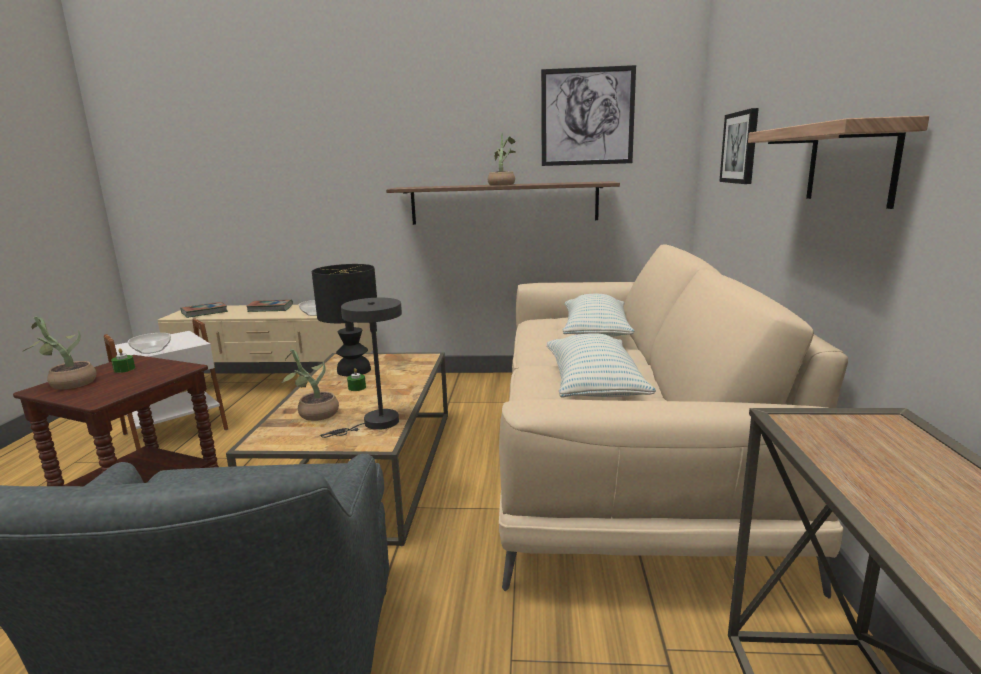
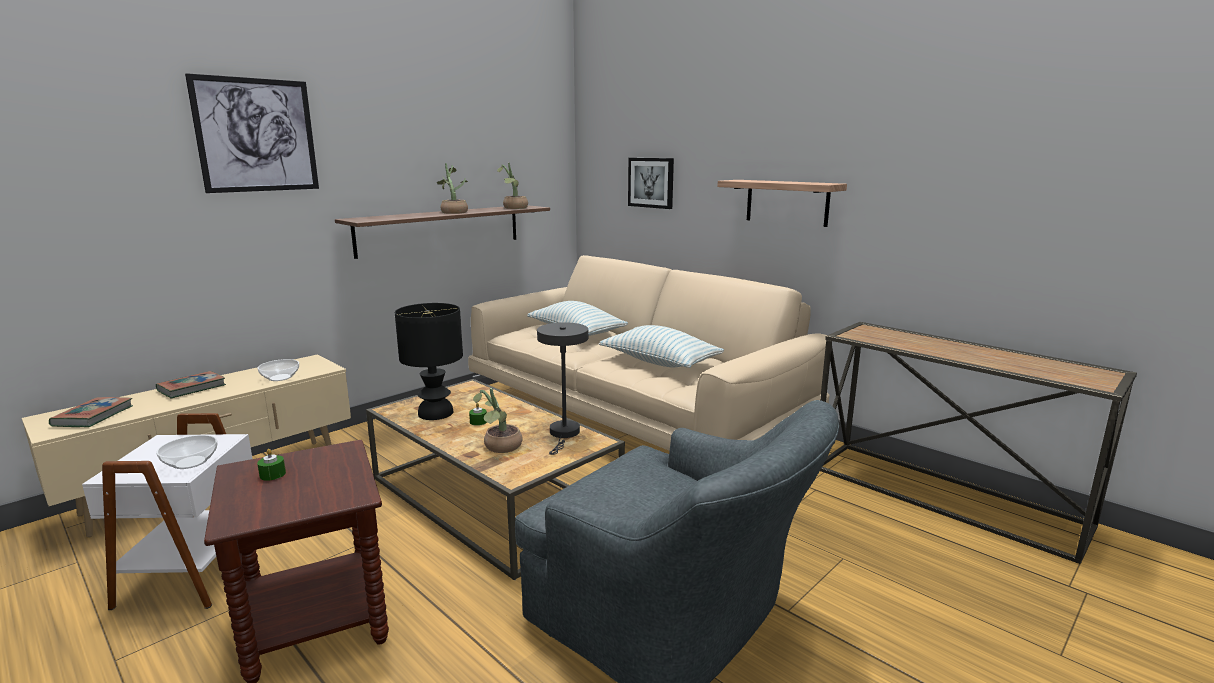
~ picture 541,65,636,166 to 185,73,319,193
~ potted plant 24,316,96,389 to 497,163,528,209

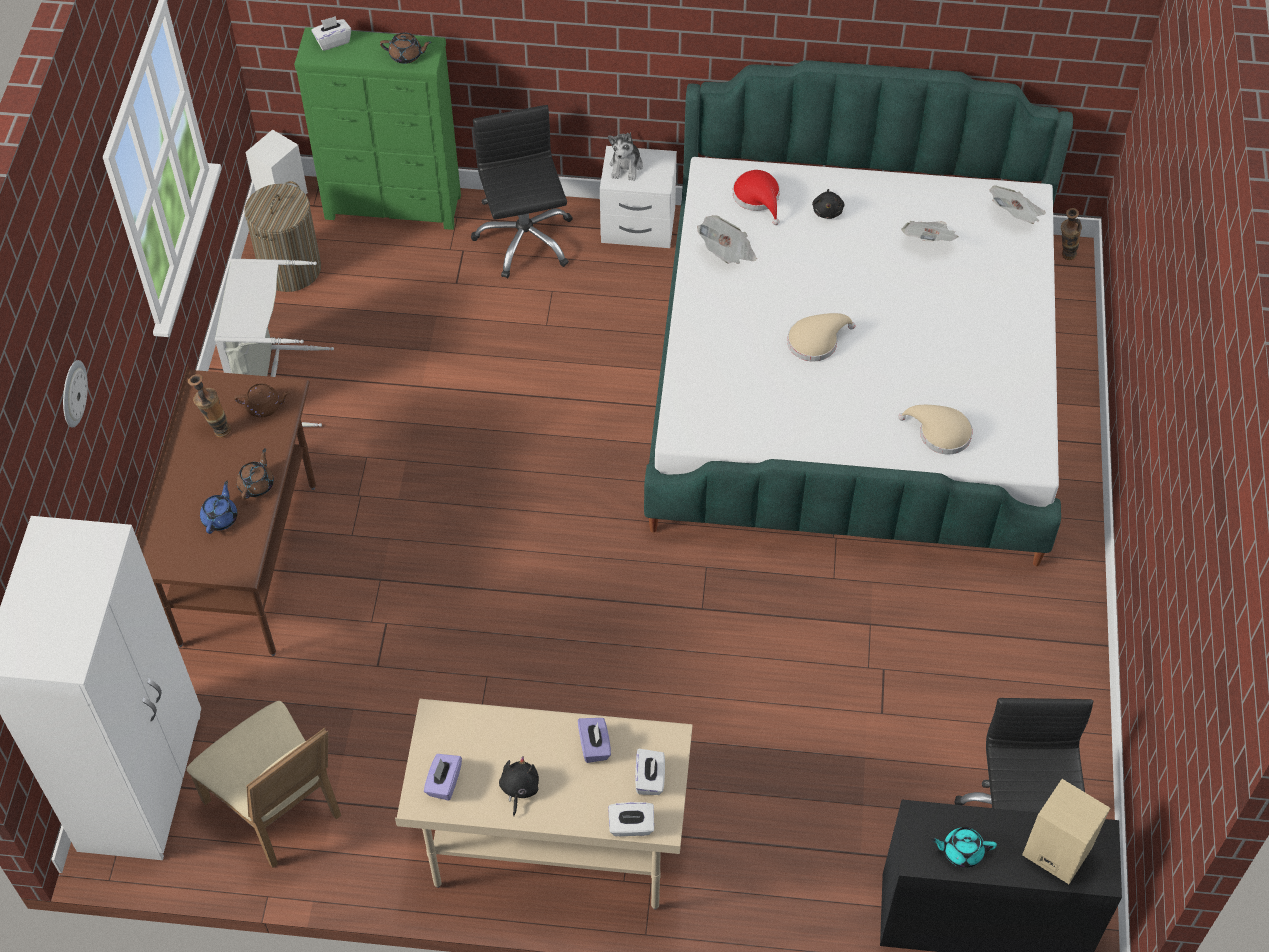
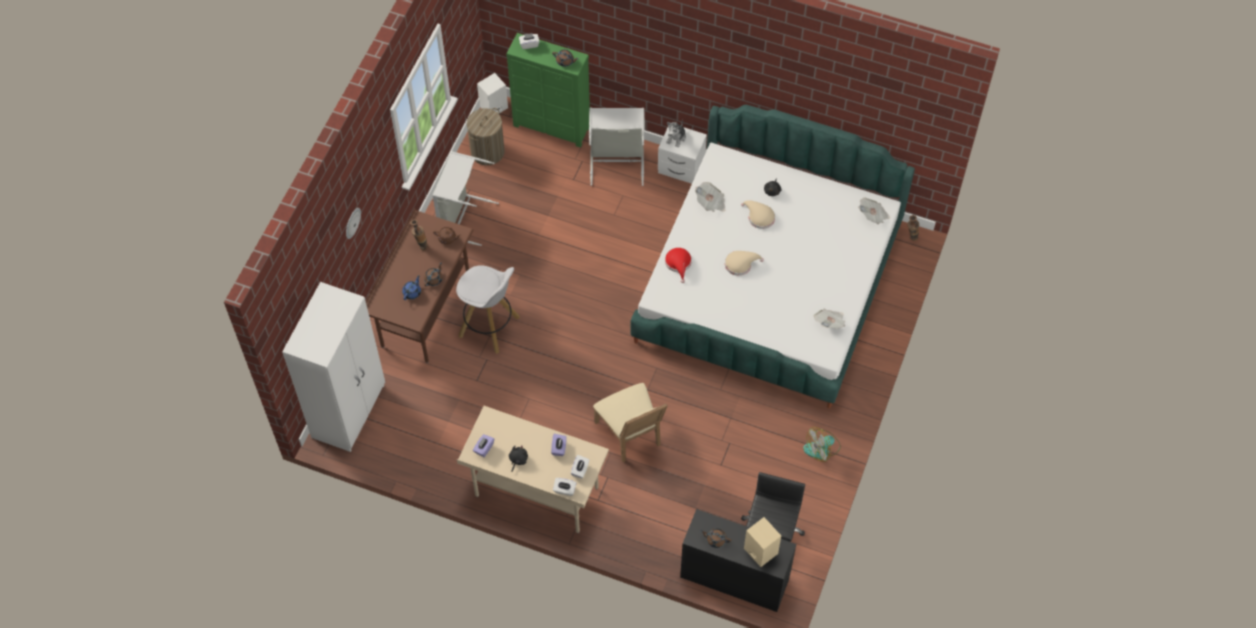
+ stool (white) 456,265,520,354
~ office chair (black) 471,105,573,279 to laundry basket (grey) 589,108,645,186
~ chair (beige) 187,701,341,868 to 593,383,668,462
~ hat (red) 733,170,780,225 to 665,247,692,283
~ teapot (turquoise) 931,827,997,868 to teapot (brown) 701,528,731,548
~ hat (beige) 898,405,973,454 to 741,200,775,229
+ fan 803,427,841,462
~ newspaper 901,221,959,241 to 814,309,845,329

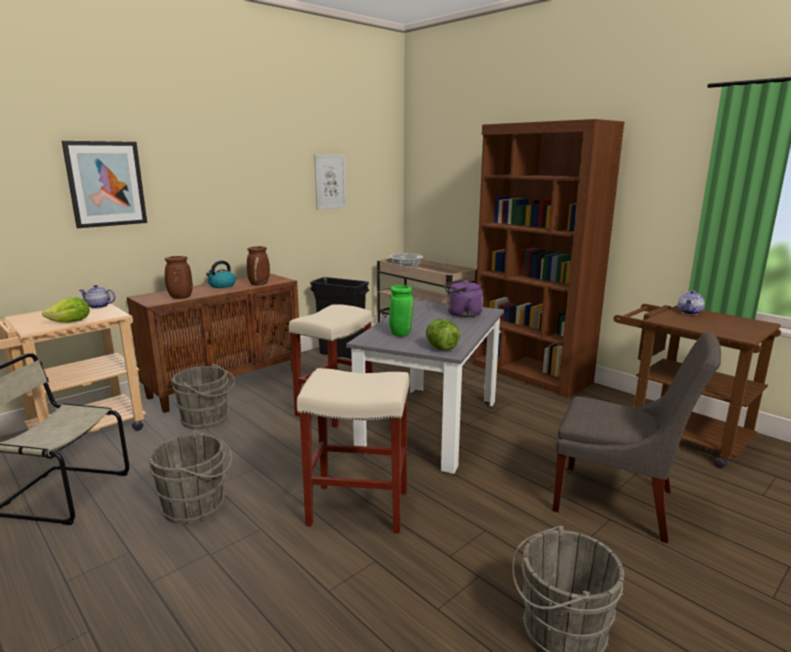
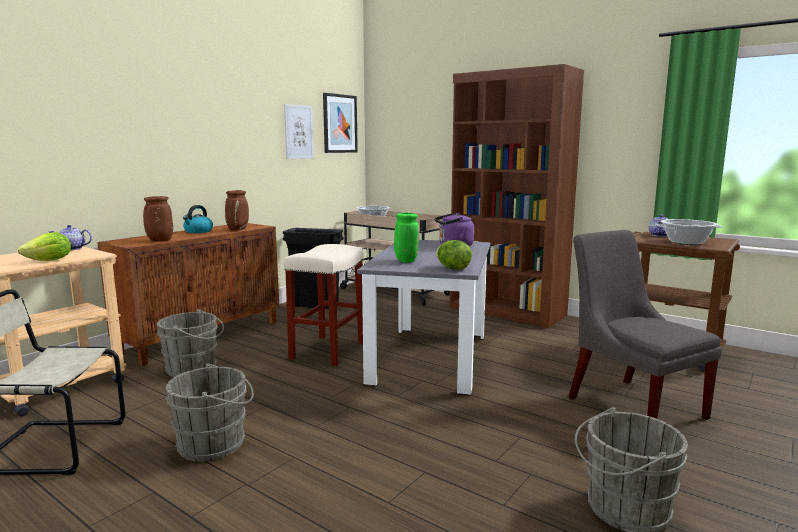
~ picture 62,141,147,228 to 323,93,358,153
~ chair (grey) 552,332,721,543 = 568,230,722,420 135 degrees counterclockwise
+ cooking pot 656,219,722,245
- stool (beige) 297,368,409,533

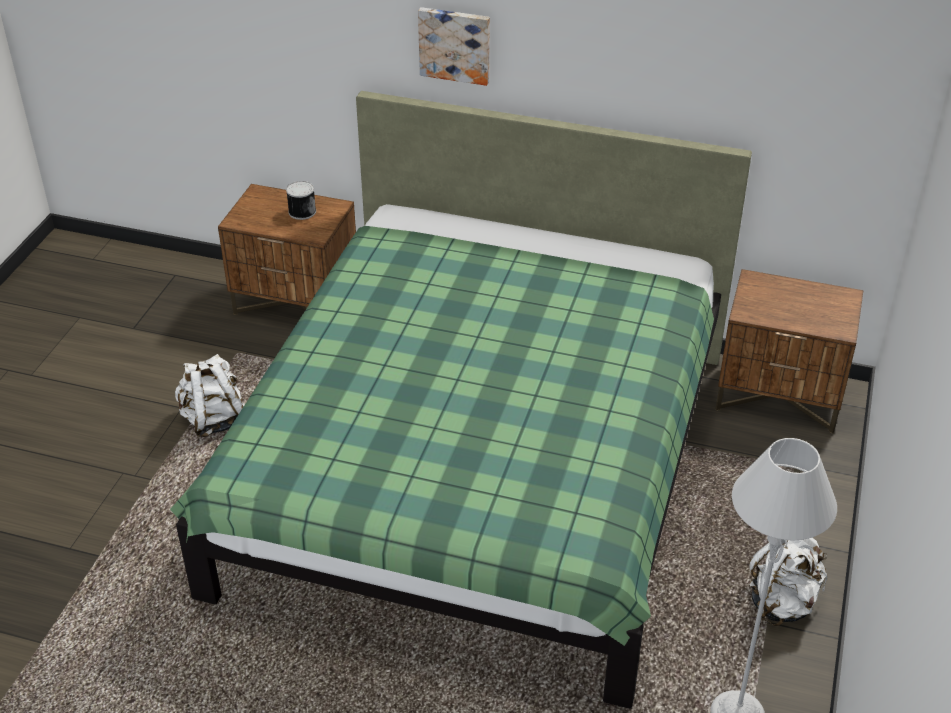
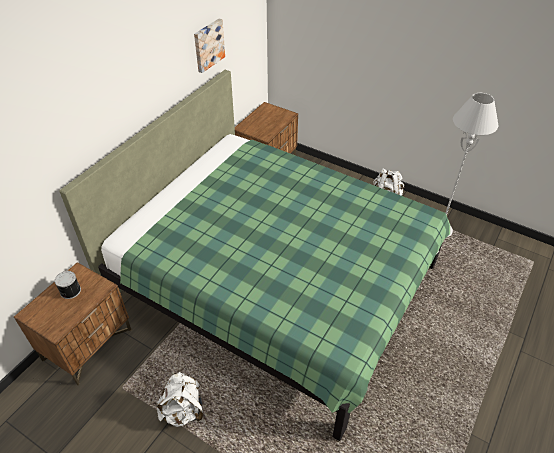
~ picture 418,7,490,86 to 194,18,225,73

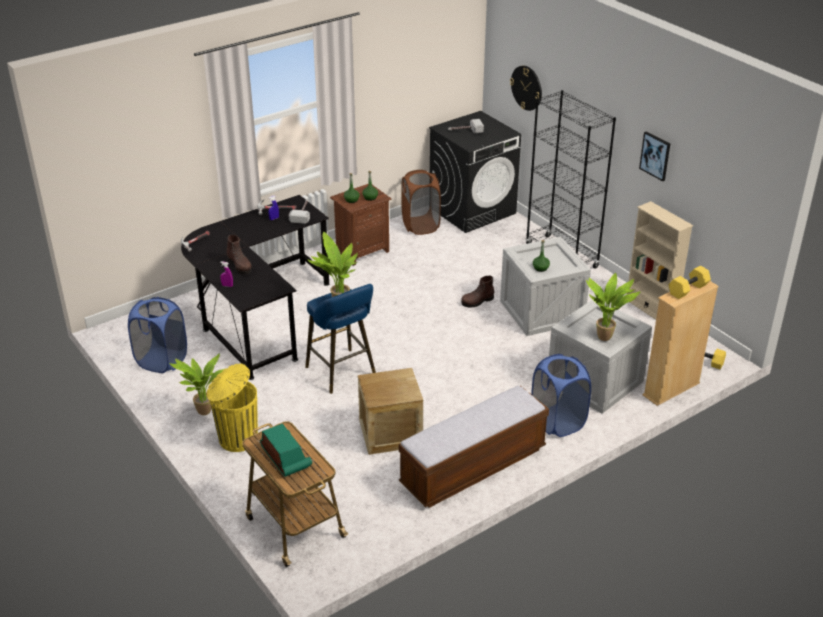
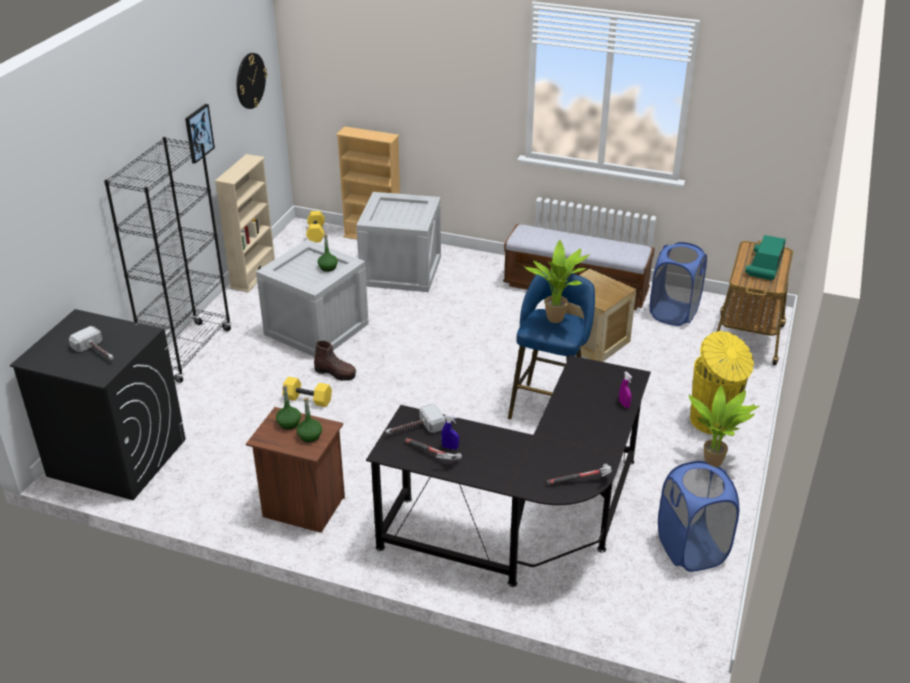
~ wall clock 510,66,542,111 to 237,53,267,109
~ dumbbell (yellow) 669,266,711,299 to 282,376,332,407
~ laundry basket (blue) 531,354,591,437 to 650,242,707,326
- boot (brown) 226,235,252,274
- laundry basket (brown) 401,170,441,235
- potted plant 586,273,641,341

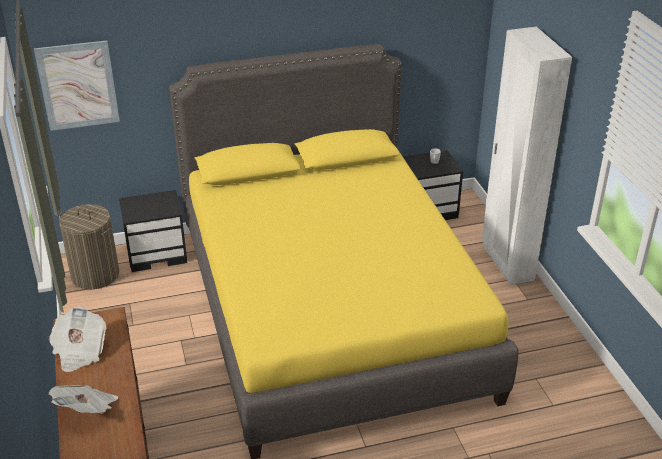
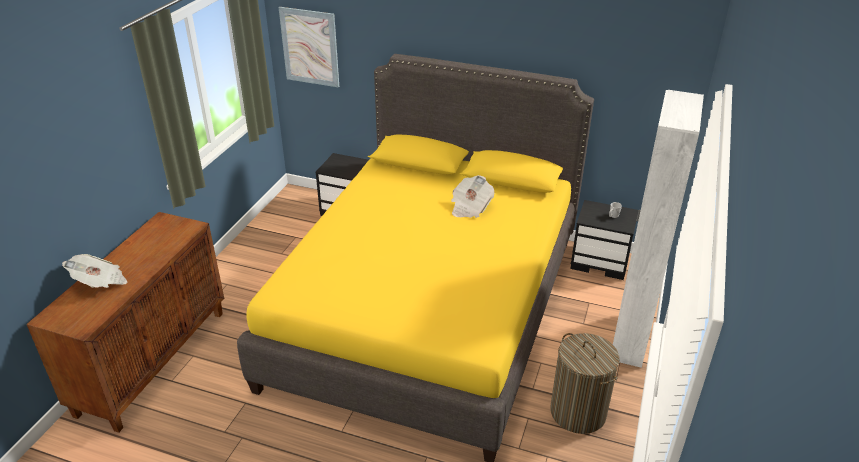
~ newspaper 49,306,107,372 to 451,175,495,218
~ laundry basket 59,204,119,289 to 550,333,620,434

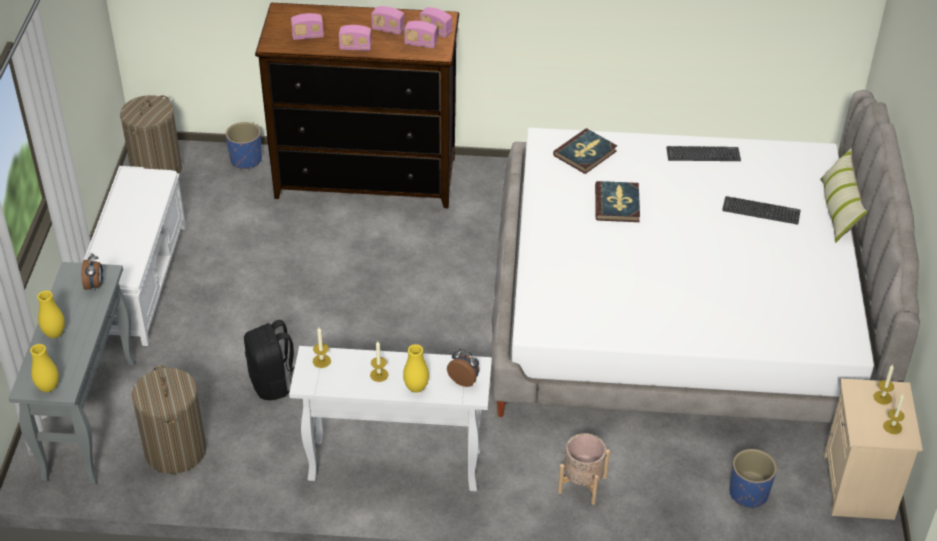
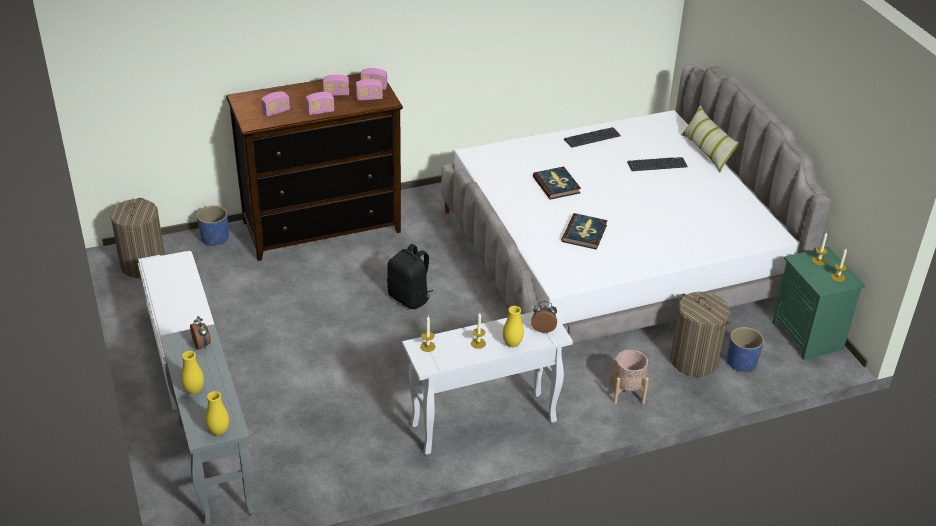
~ backpack (black) 244,320,295,400 to 387,244,433,309
~ book 553,128,617,174 to 561,213,608,250
~ laundry basket 132,365,206,474 to 670,292,731,377
~ nightstand (beige) 824,378,923,520 to nightstand (green) 772,247,866,360

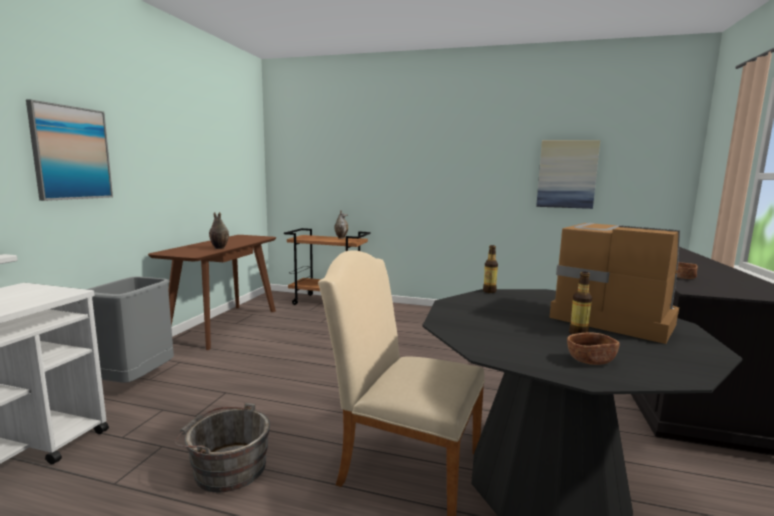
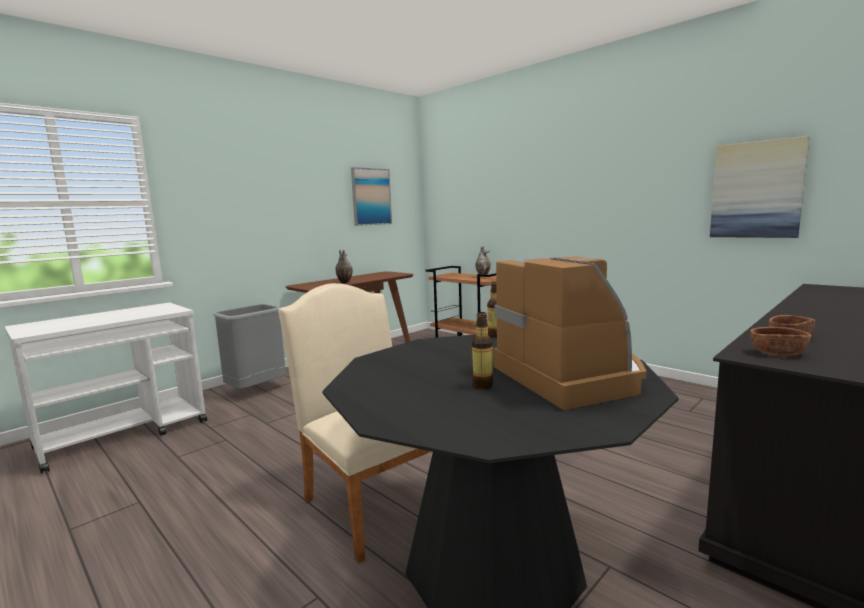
~ picture 26,99,113,201 to 351,167,392,226
~ bowl (brown) 567,333,620,365 to 750,327,811,356
- bucket (grey) 175,403,270,492

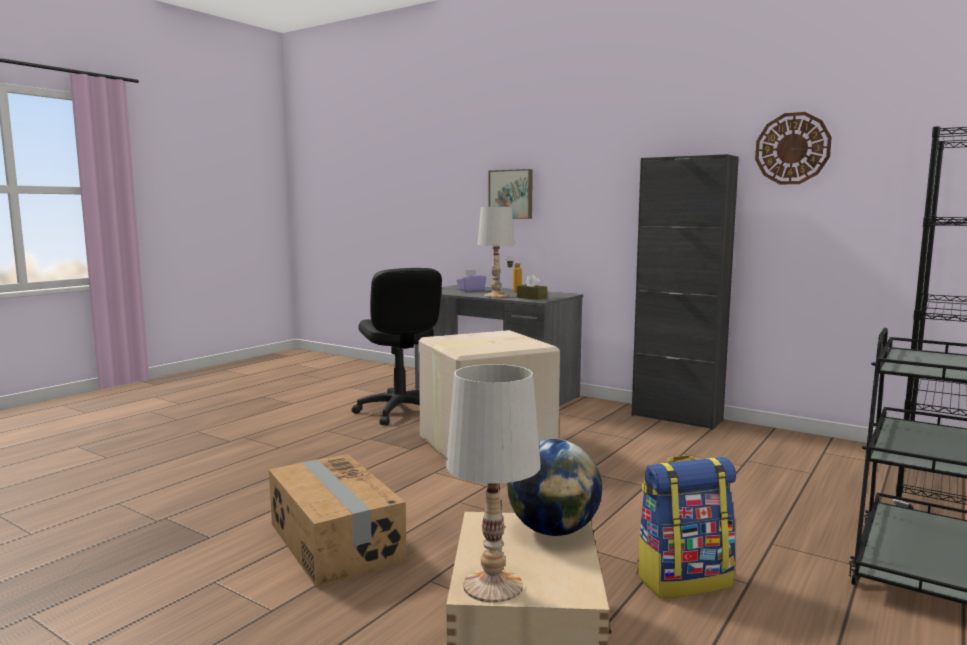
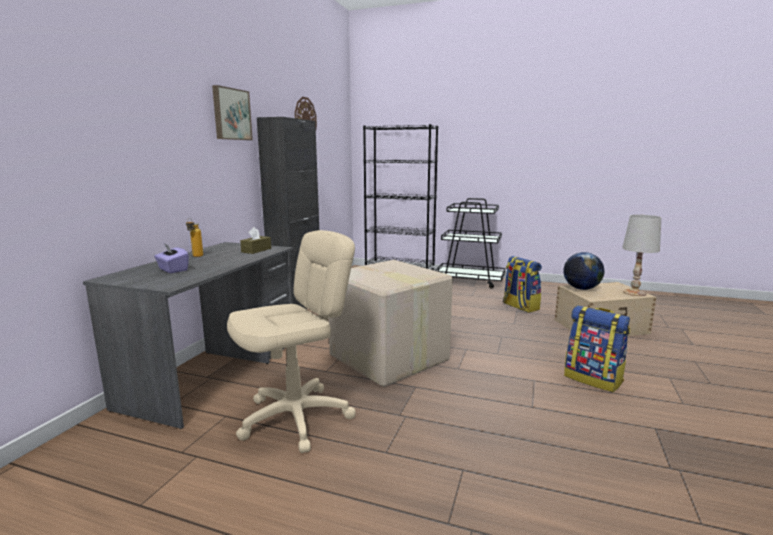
~ picture 489,169,533,219 to 212,85,253,140
~ office chair (black) 352,268,442,425 to office chair (beige) 227,230,356,453
~ cardboard box 269,454,407,588 to backpack 564,305,630,392
- table lamp (white) 477,207,515,298

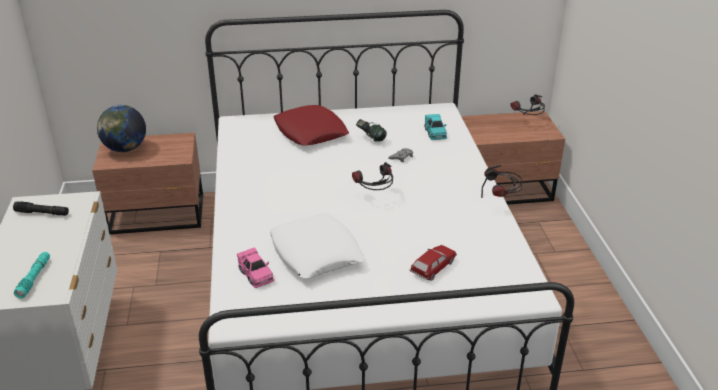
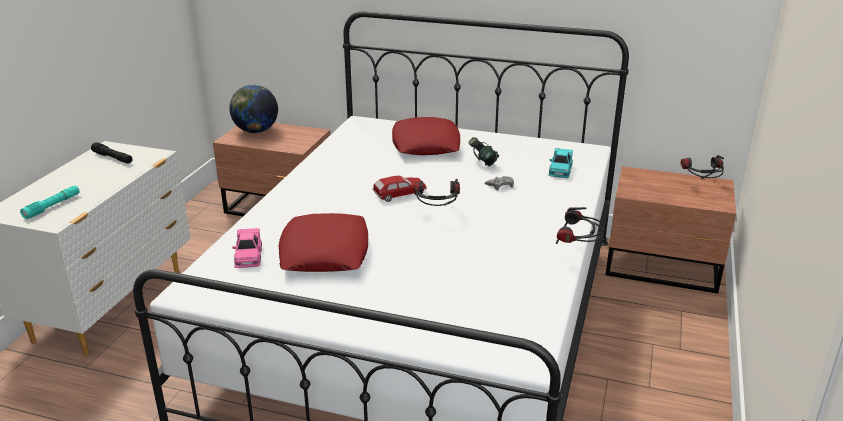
~ pillow (white) 270,213,364,278 to pillow (red) 279,213,368,272
~ toy car 410,245,457,281 to 372,176,427,202

